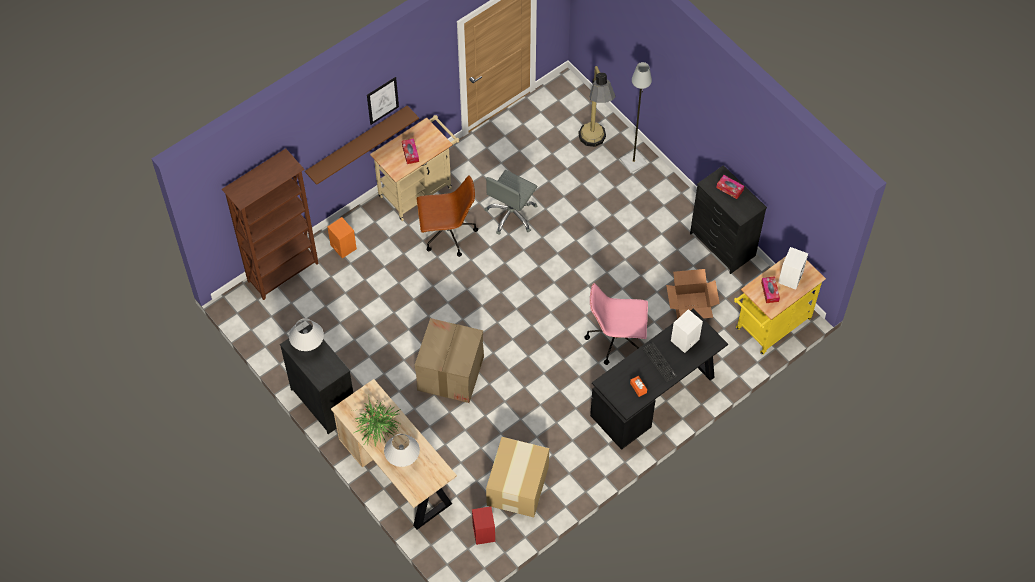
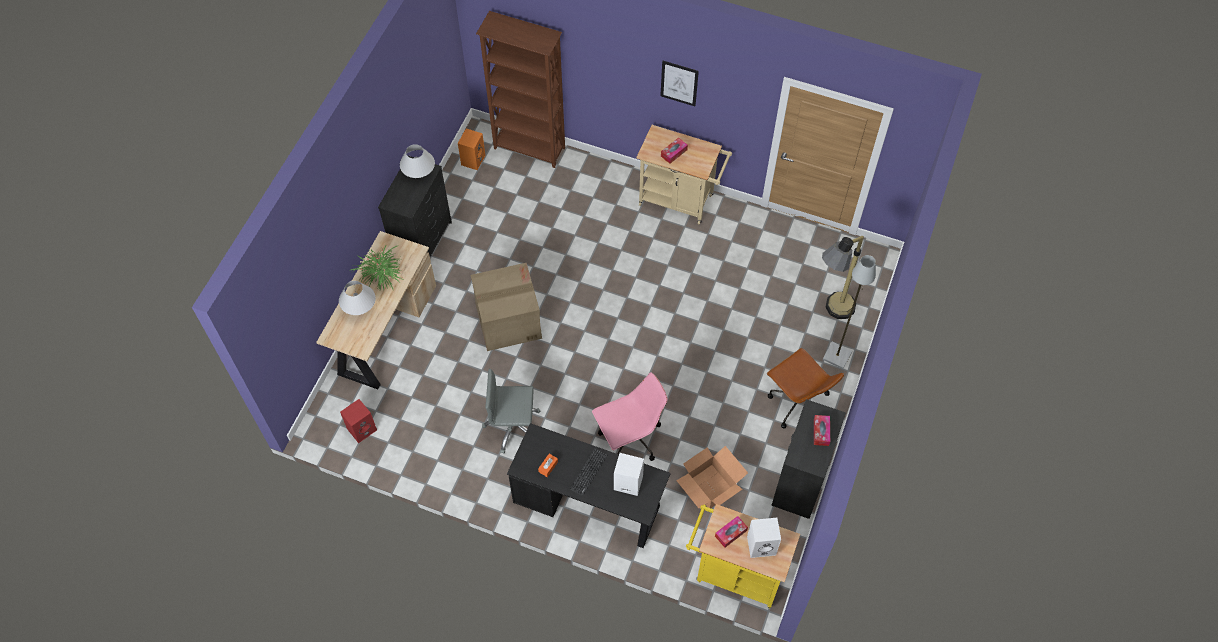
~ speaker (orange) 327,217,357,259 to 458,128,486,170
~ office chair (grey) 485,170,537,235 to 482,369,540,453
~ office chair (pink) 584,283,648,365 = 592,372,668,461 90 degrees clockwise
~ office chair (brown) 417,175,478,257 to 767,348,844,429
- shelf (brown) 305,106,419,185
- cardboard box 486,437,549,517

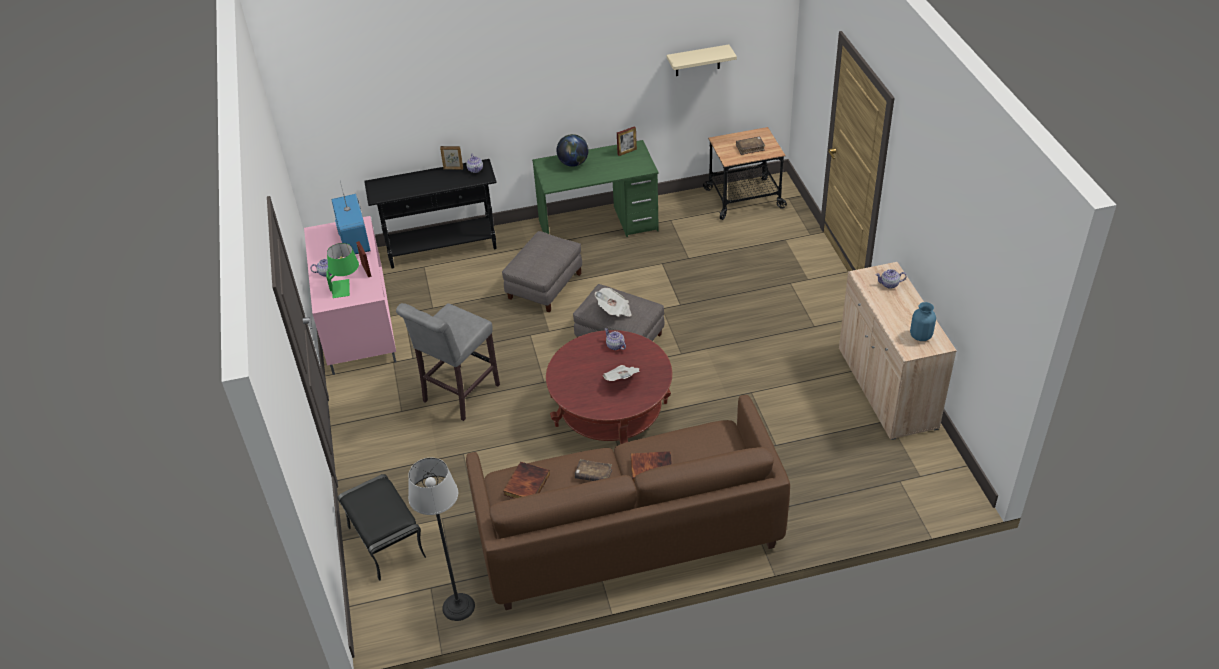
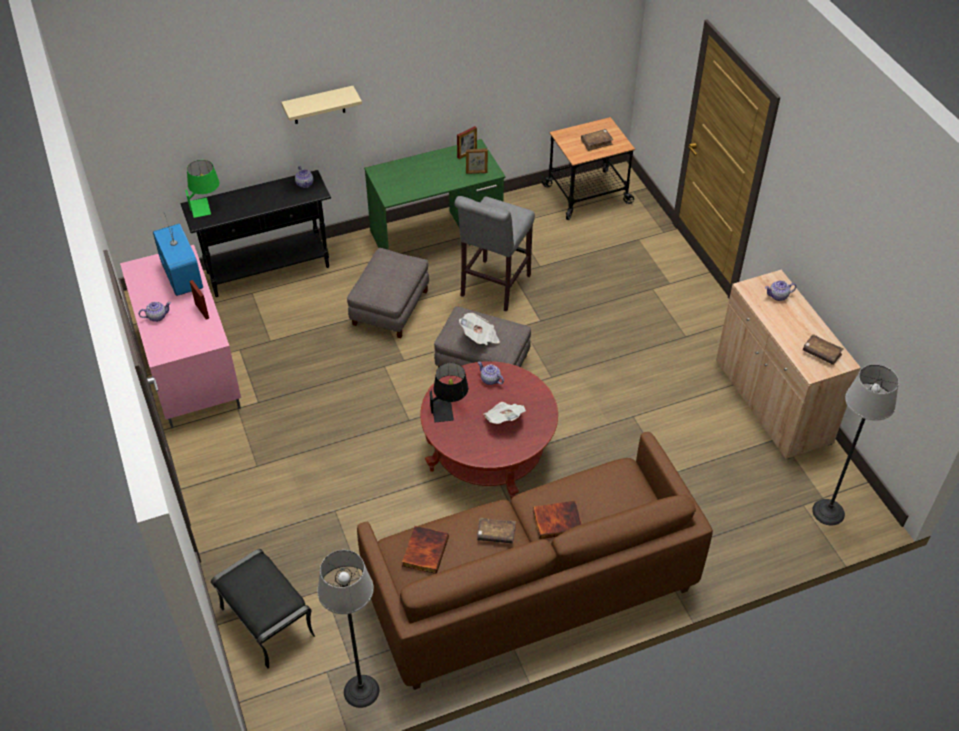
~ table lamp (green) 326,243,359,298 to 185,160,219,218
~ shelf (beige) 667,44,737,76 to 281,86,362,124
+ table lamp (black) 430,363,468,422
~ stool (grey) 396,303,500,421 to 454,196,535,311
~ picture frame 440,146,463,170 to 466,148,488,174
~ vase (blue) 910,302,936,341 to book (brown) 803,334,844,365
+ floor lamp 812,364,899,526
- globe 557,134,588,167

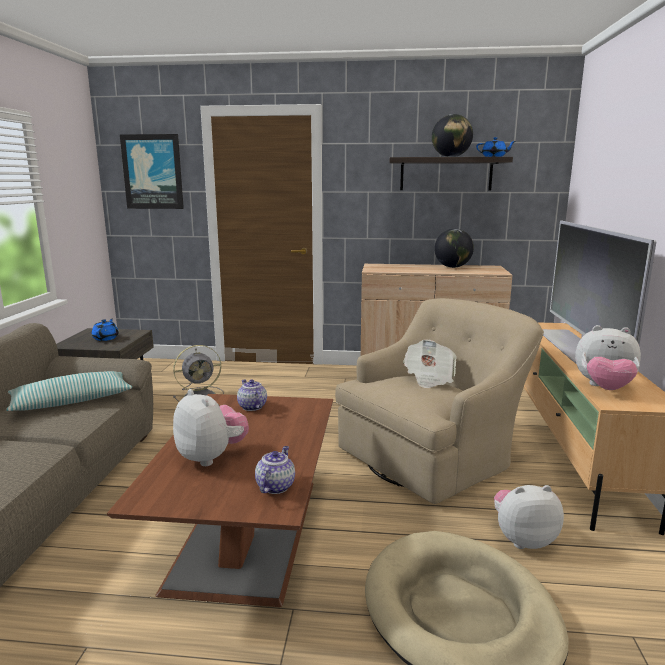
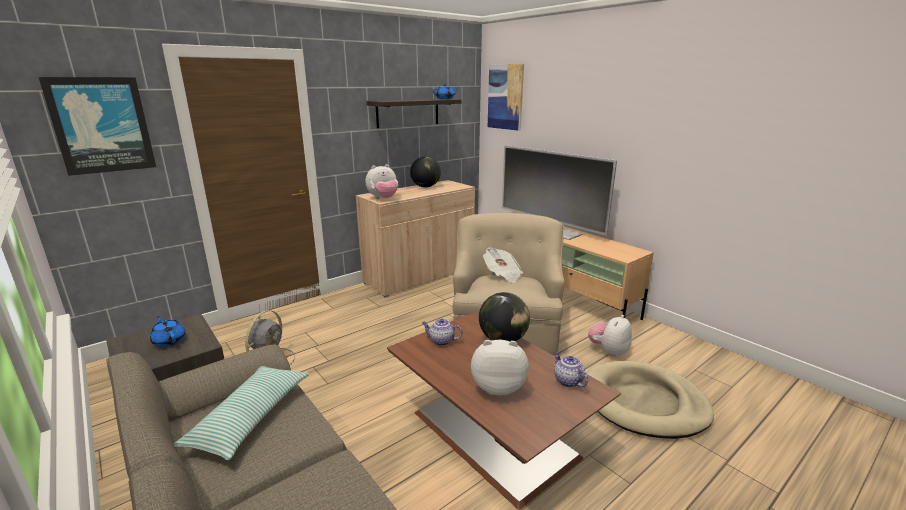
~ plush toy 575,325,641,390 to 365,164,398,199
~ globe 432,114,473,157 to 479,292,530,341
+ picture 488,64,524,131

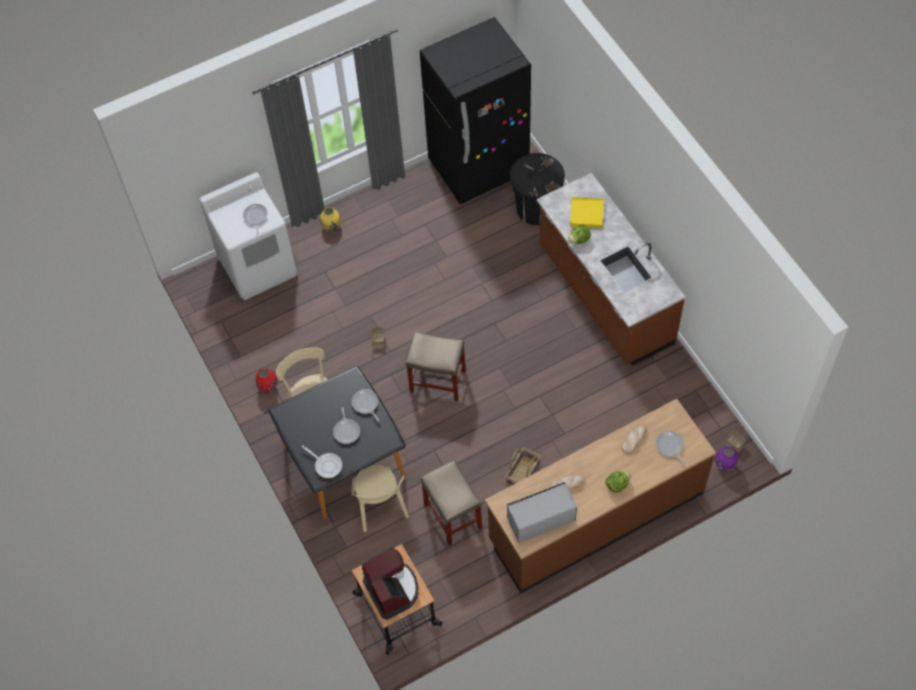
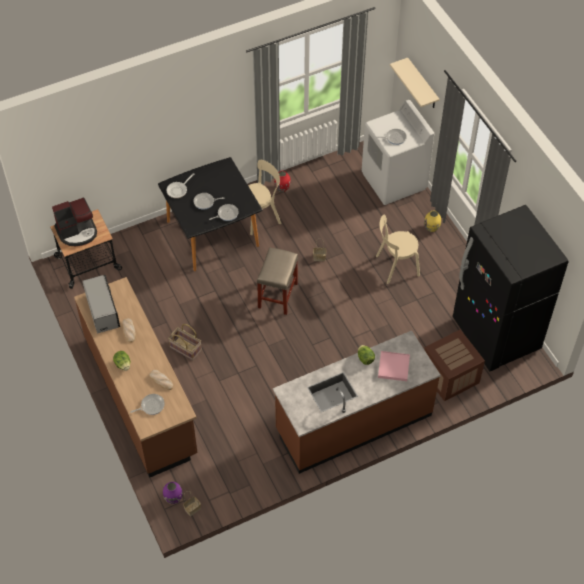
~ chair (beige) 351,465,409,532 to 376,214,420,284
~ tray (yellow) 570,197,604,228 to tray (pink) 378,351,410,381
+ shelf (beige) 390,58,440,108
~ trash can (black) 510,153,565,225 to crate 424,330,485,401
- stool (beige) 421,460,482,546

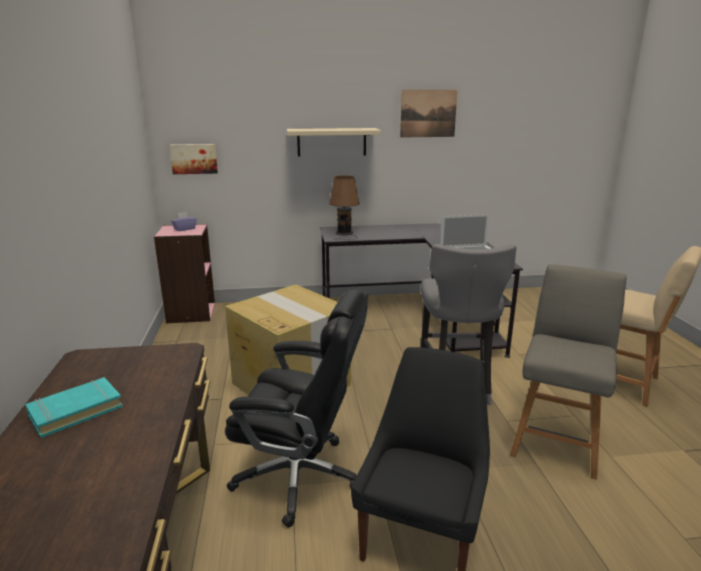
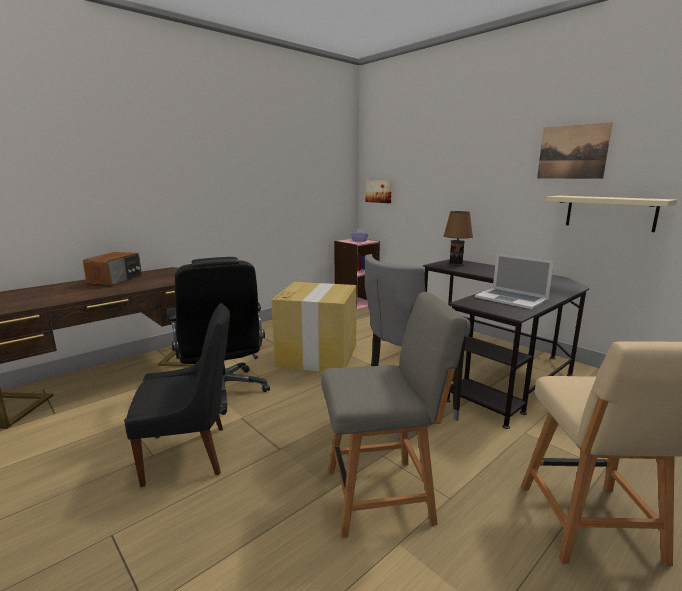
~ book (turquoise) 25,377,123,438 to radio 83,252,142,287
~ shelf (beige) 287,128,381,157 to 546,196,677,232

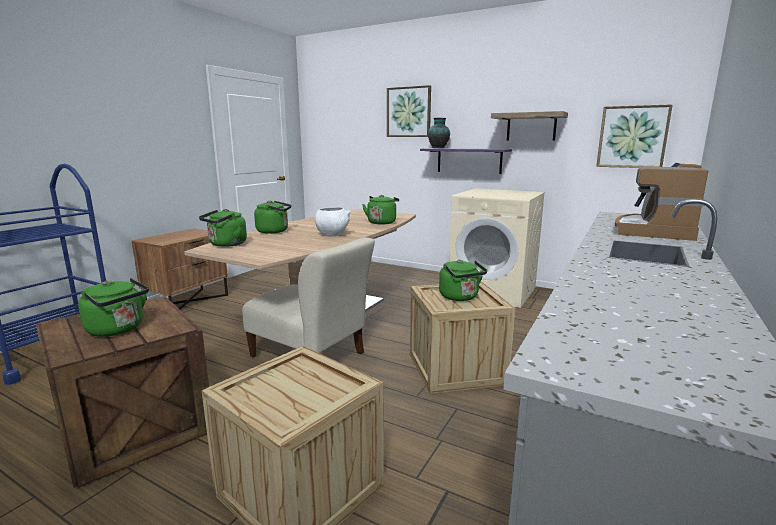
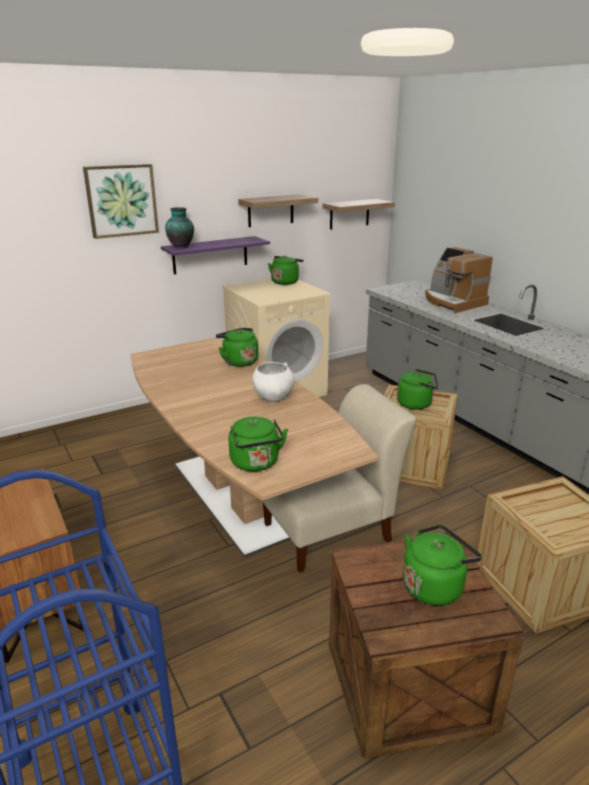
~ kettle (green) 254,201,291,234 to 268,256,303,285
~ picture 596,104,673,168 to shelf 322,199,395,229

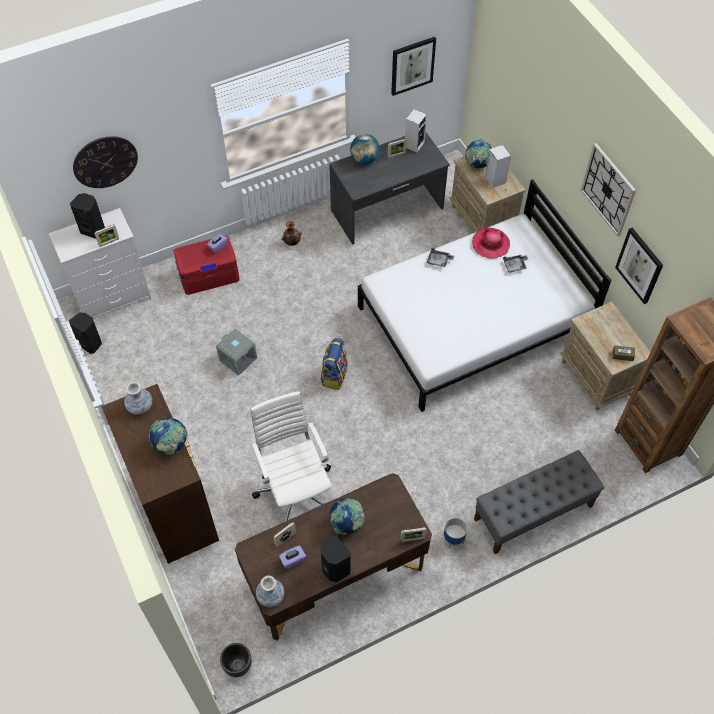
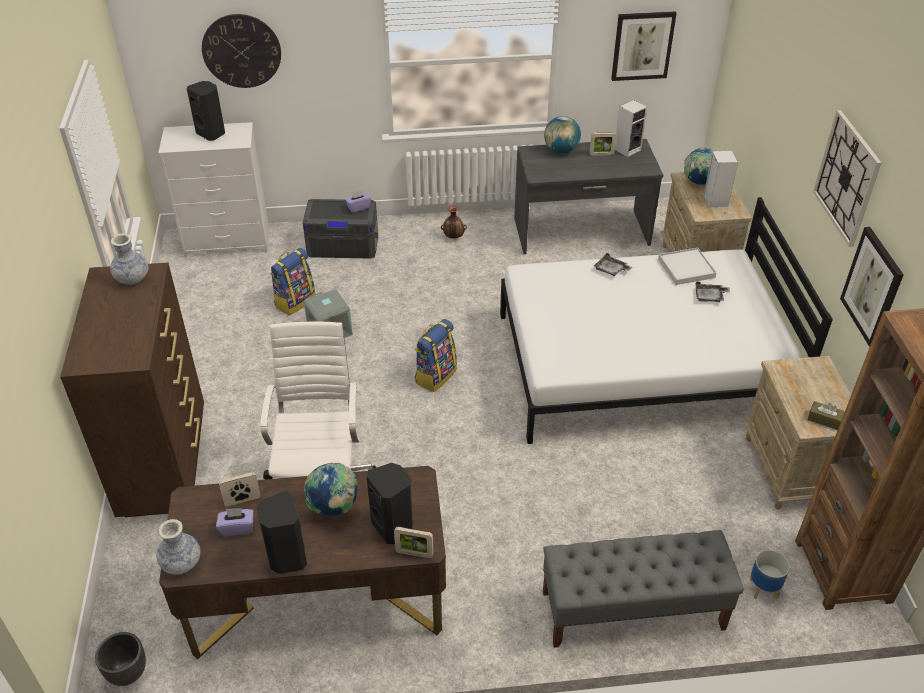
+ backpack 270,248,315,315
~ storage box (red) 173,236,239,295 to storage box (grey) 303,199,378,259
~ speaker (black) 69,313,102,354 to 367,463,413,544
~ hat 472,228,510,259 to tray (white) 658,247,717,285
~ planter 444,518,467,549 to 750,550,790,600
- picture frame 94,224,119,247
- globe 149,417,188,455

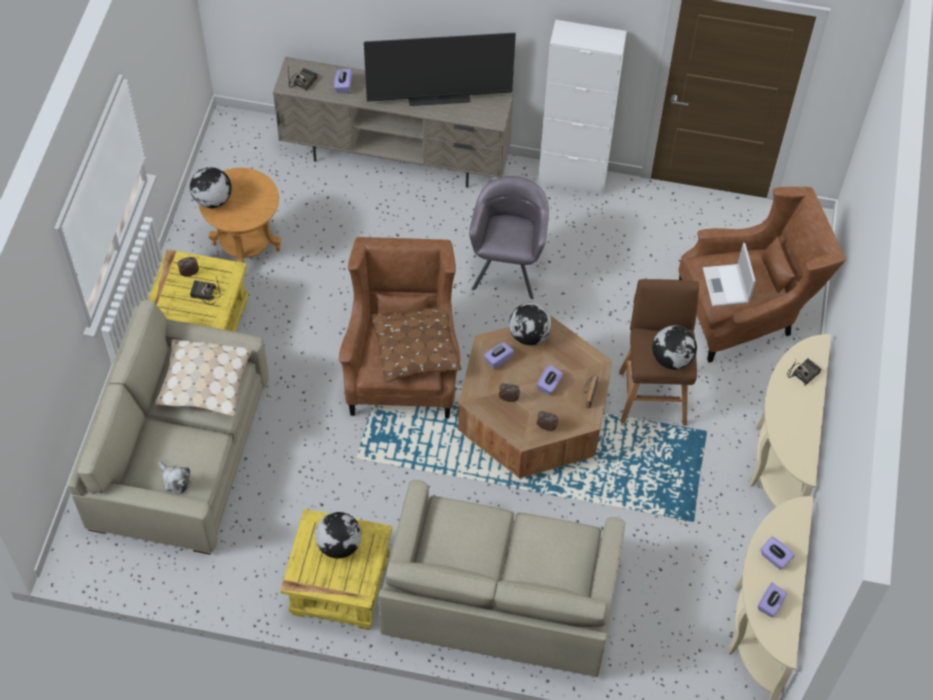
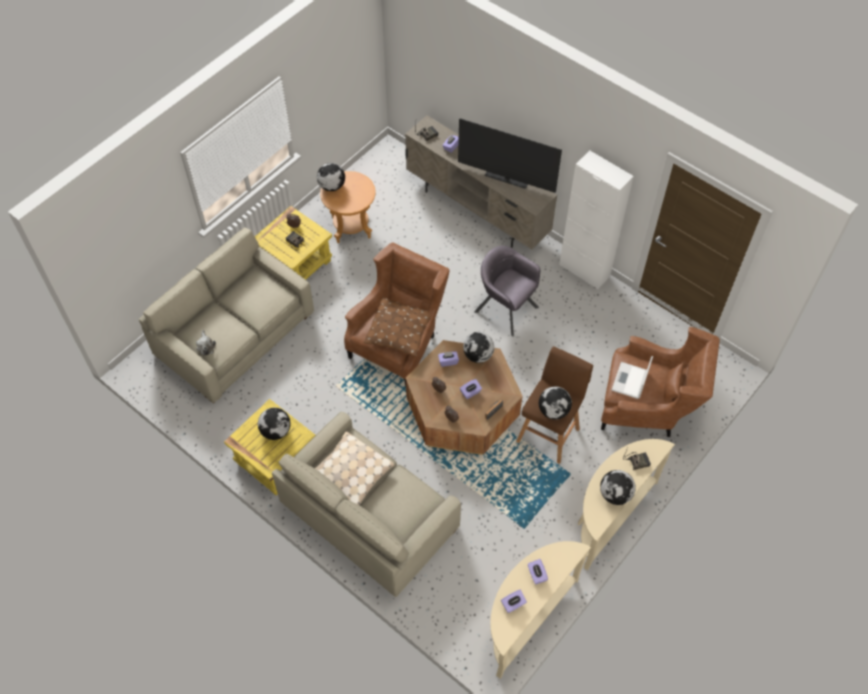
~ pillow (beige) 155,339,252,416 to 315,431,395,505
~ armchair (grey) 469,176,549,299 = 474,246,540,336 90 degrees counterclockwise
+ globe 600,470,636,505

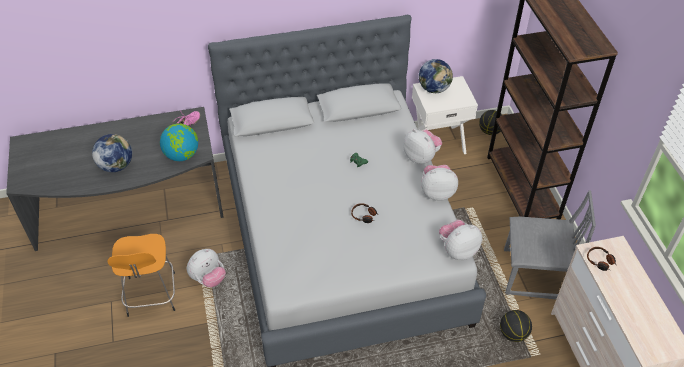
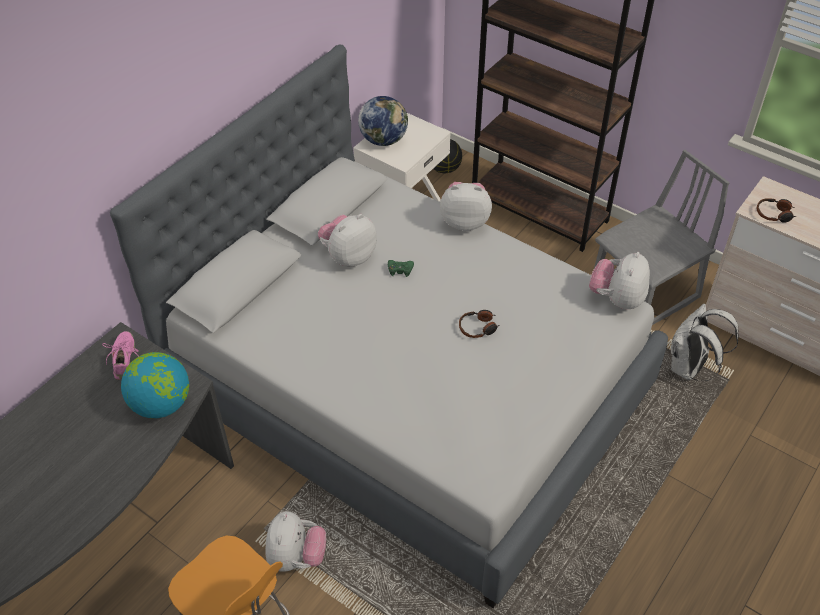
~ plush toy 421,165,458,201 to 318,214,377,267
~ basketball 500,310,532,342 to backpack (white) 671,303,739,381
- globe 92,134,132,172

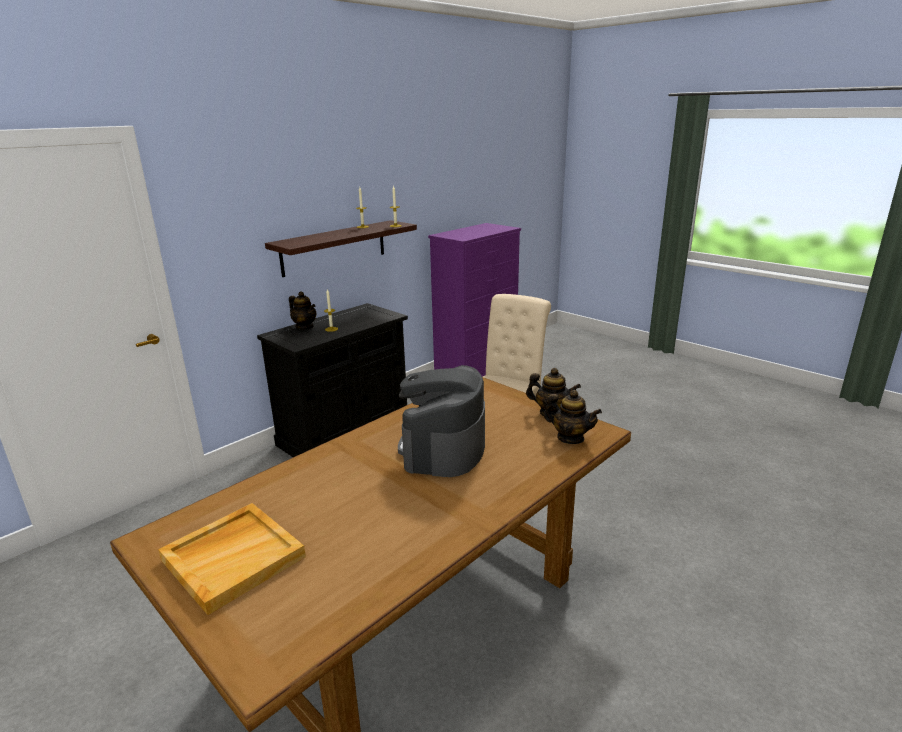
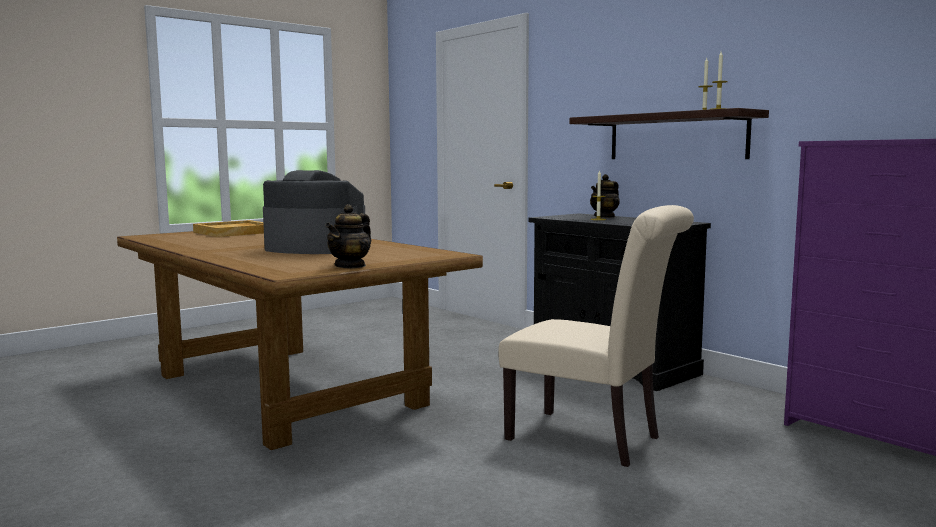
- teapot 544,390,602,444

